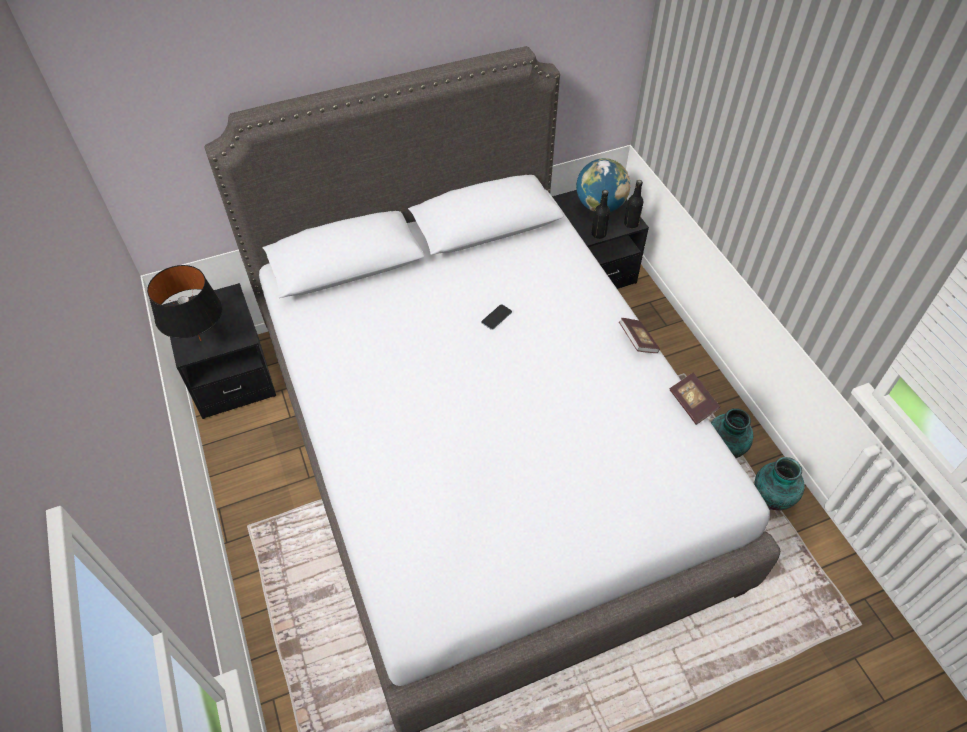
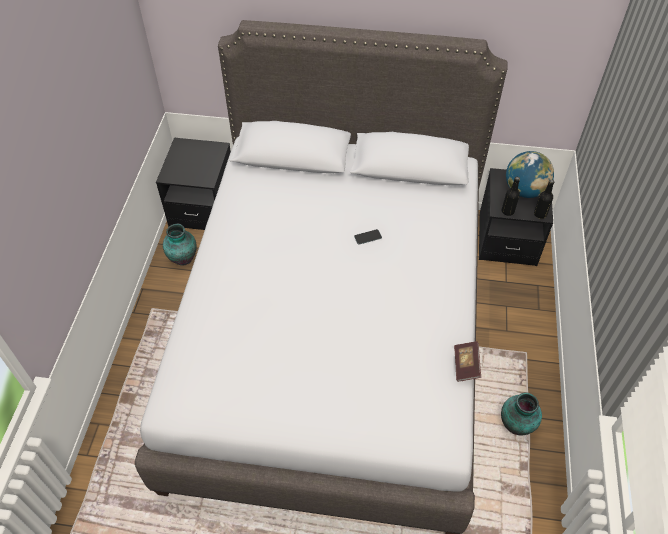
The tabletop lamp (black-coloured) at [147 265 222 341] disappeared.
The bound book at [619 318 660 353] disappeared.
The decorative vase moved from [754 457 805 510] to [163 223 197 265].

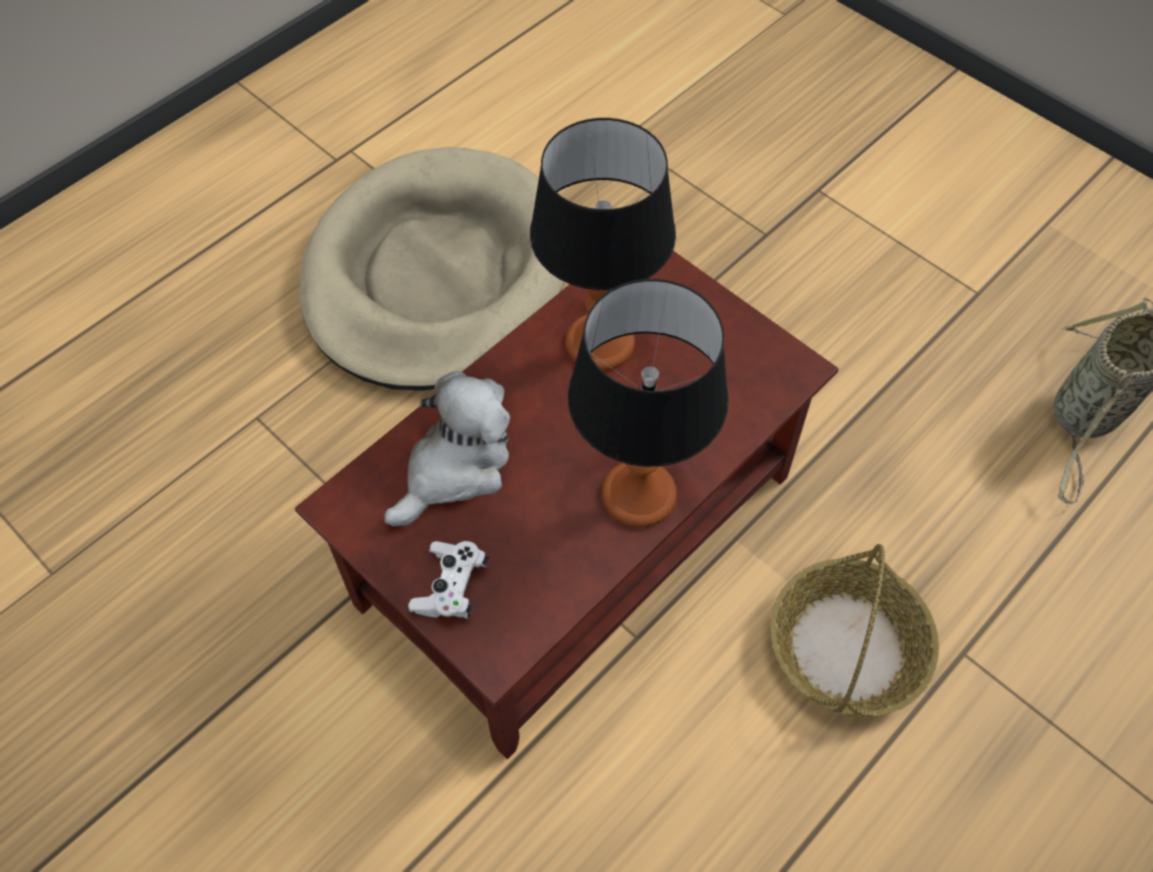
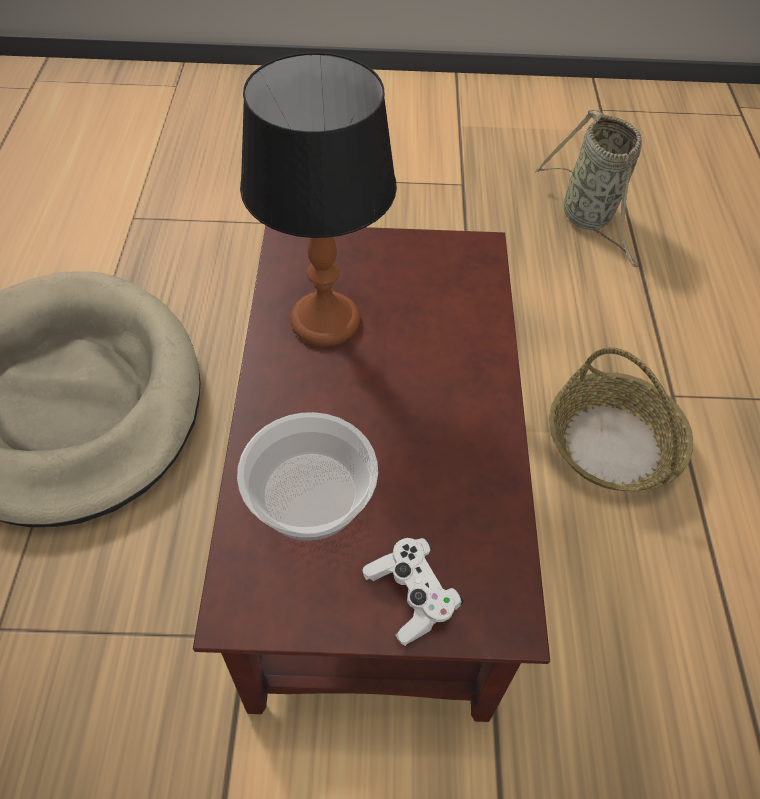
The soft toy at [384 371 510 526] was replaced by the deep dish at [237 412 378 541].
The tabletop lamp at [568 279 729 528] disappeared.

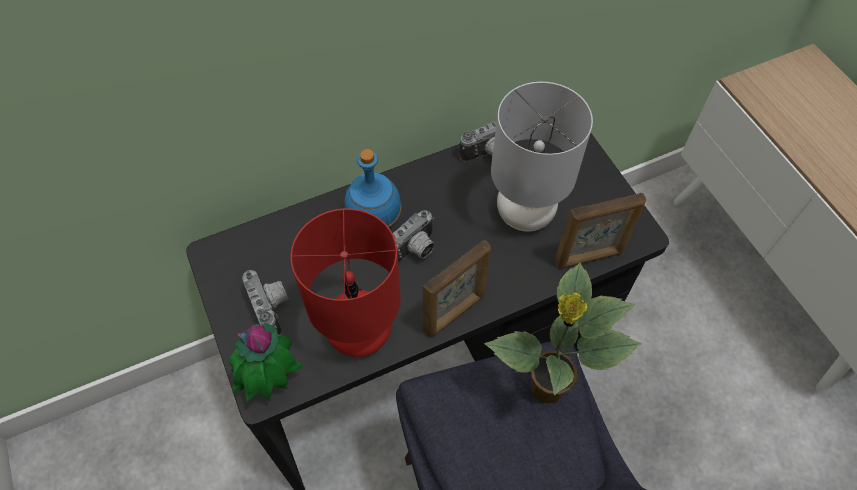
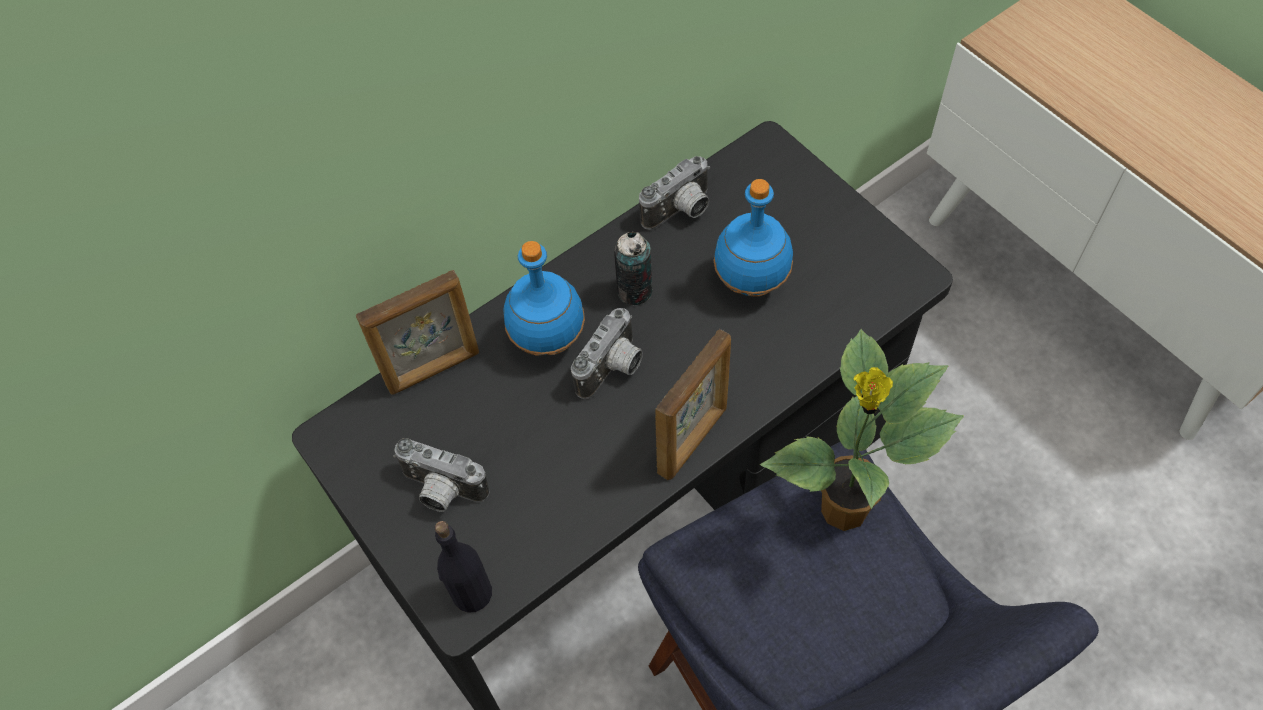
The houseplant at [229 323 303 403] was replaced by the drink bottle (black-coloured) at [435 521 492 613].
The photo camera at [242 270 289 335] turned 150 degrees clockwise.
The tabletop lamp (reddish) at [290 208 401 357] disappeared.
The tabletop lamp (grey) at [491 82 593 231] was replaced by the drink bottle (blue) at [713 179 793 297].
The photo frame moved from [554 193 646 269] to [356 270 479 395].
The sealed can at [614 231 653 305] appeared.

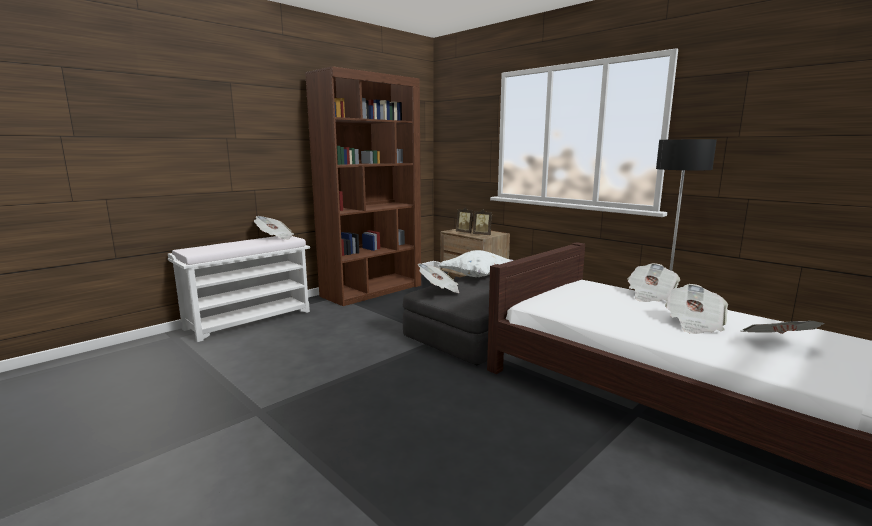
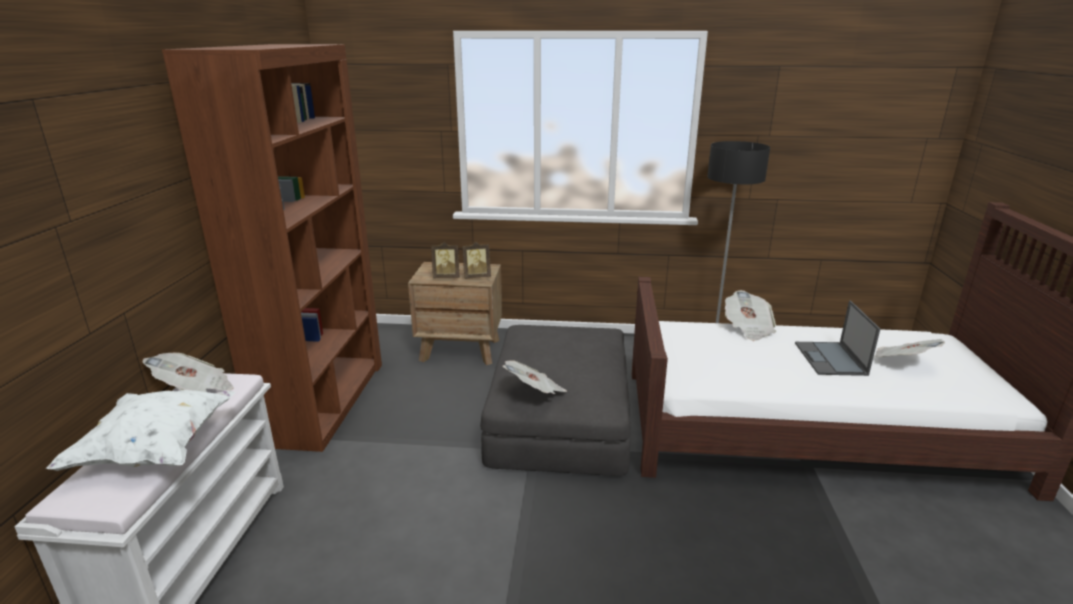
The throw pillow (white-coloured) moved from [438 250 513 277] to [46 390 235 471].
The newspaper at [665 284 728 334] was replaced by the notebook computer at [795 301 880 376].

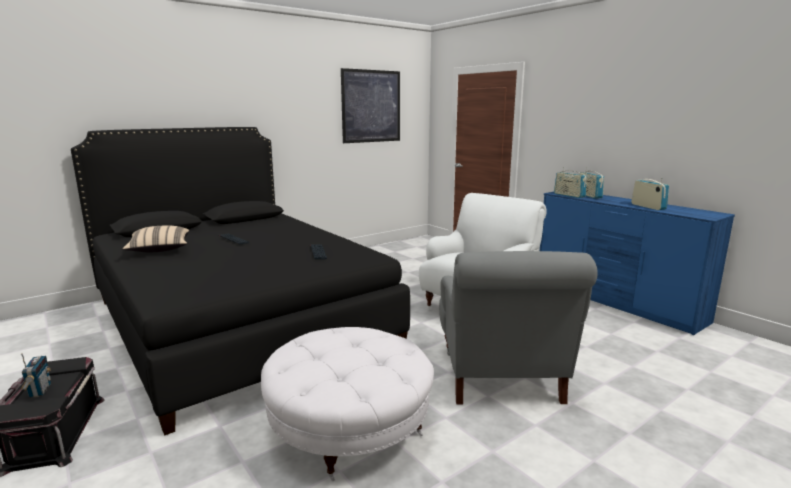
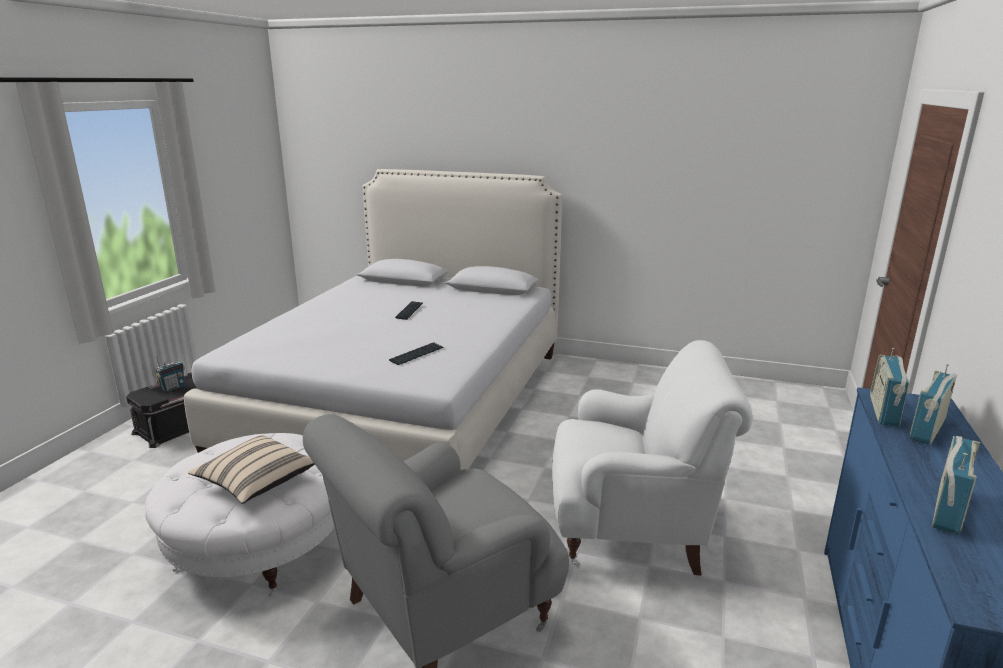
The bedroom bed (black-coloured) at [71 127 410 435] became the bedroom bed (white-coloured) at [184 169 562 470].
The throw pillow (beige-coloured) moved from [122 225 189 252] to [188 435 315 504].
The wall art at [341 68 400 143] disappeared.

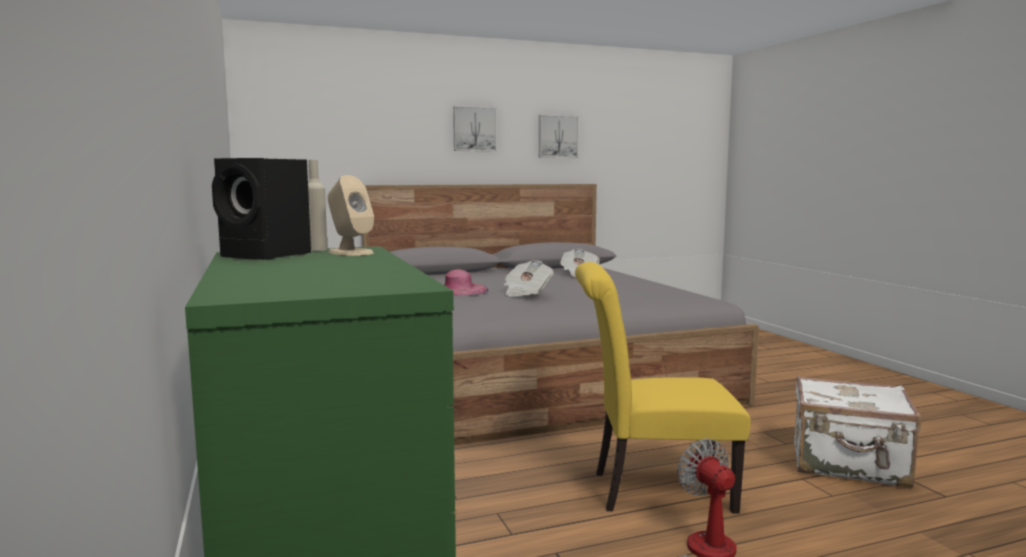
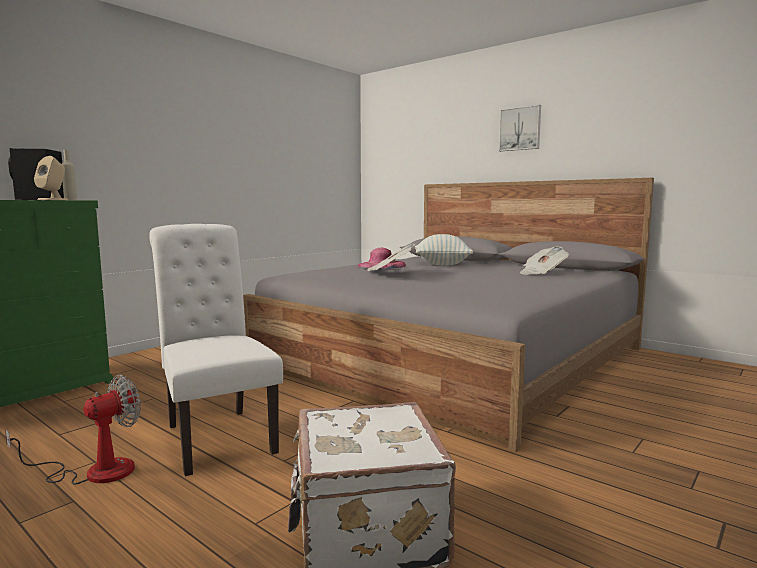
The wall art at [539 115 579 158] disappeared.
The plain chair (yellowish) at [575 262 751 513] became the plain chair (white-coloured) at [149 224 283 476].
The throw pillow at [415 234 473 266] appeared.

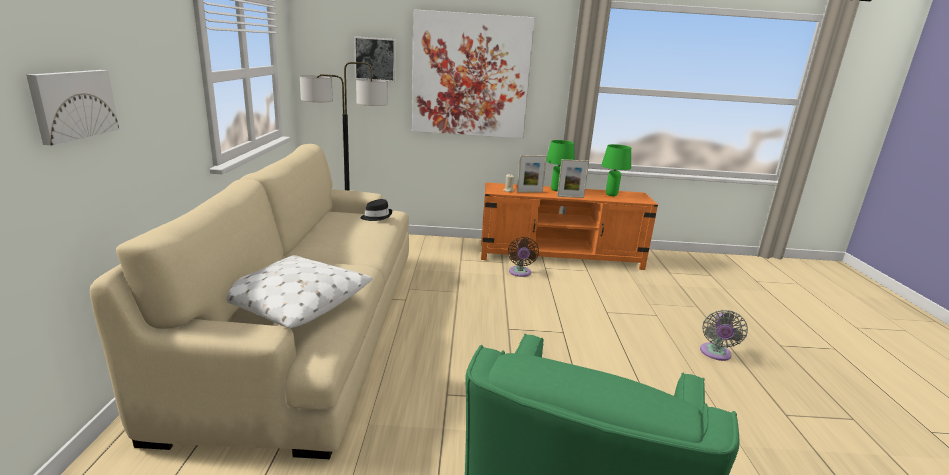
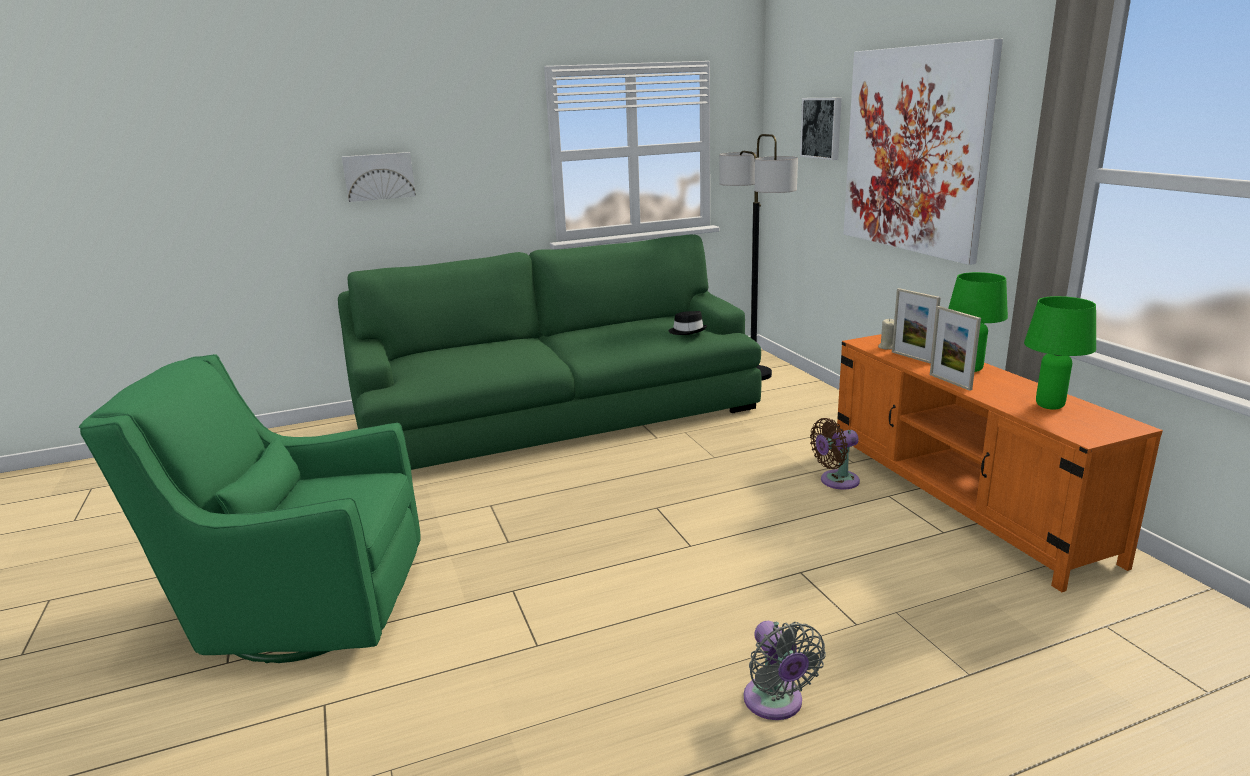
The sofa (beige-coloured) at [90 144 409 459] became the sofa (green-coloured) at [338 234 762 470].
The throw pillow (white-coloured) at [227 255 372 328] disappeared.
The cooling fan (grey) at [700 310 748 361] turned 105 degrees counterclockwise.

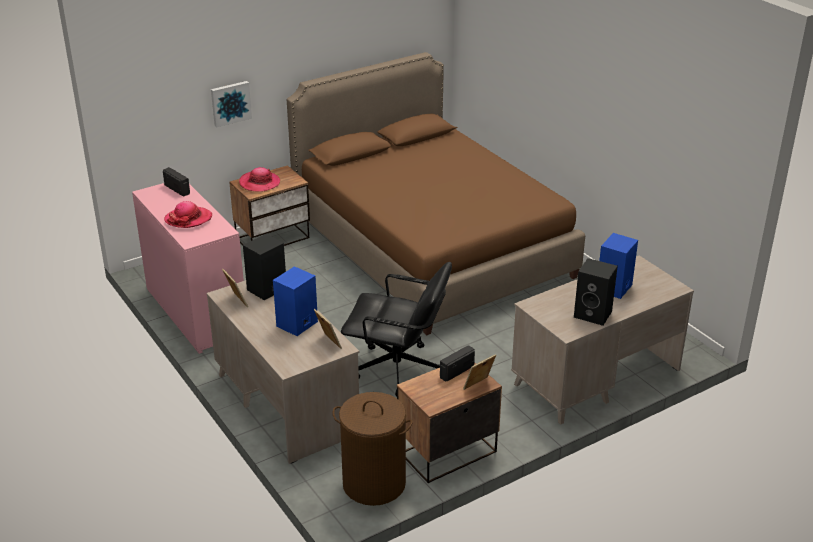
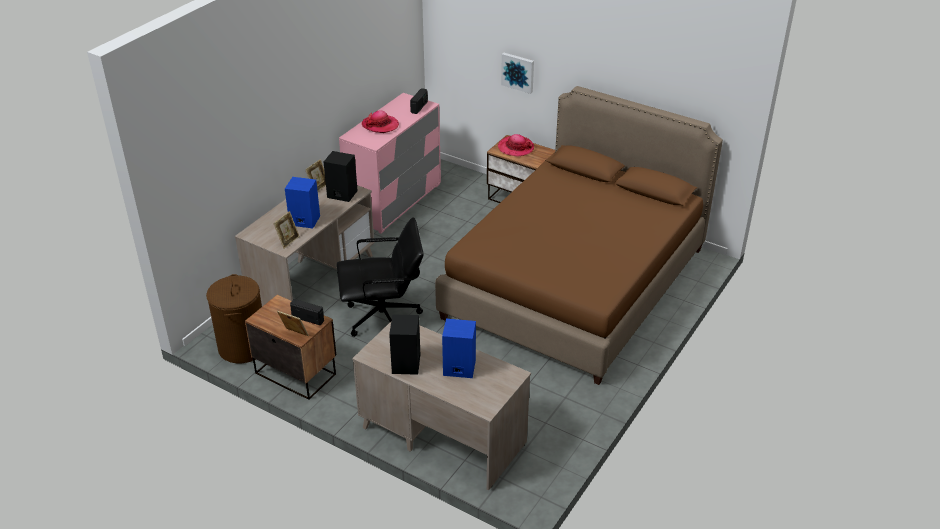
The desk chair (black-coloured) at [341 262 452 397] turned 90 degrees counterclockwise.

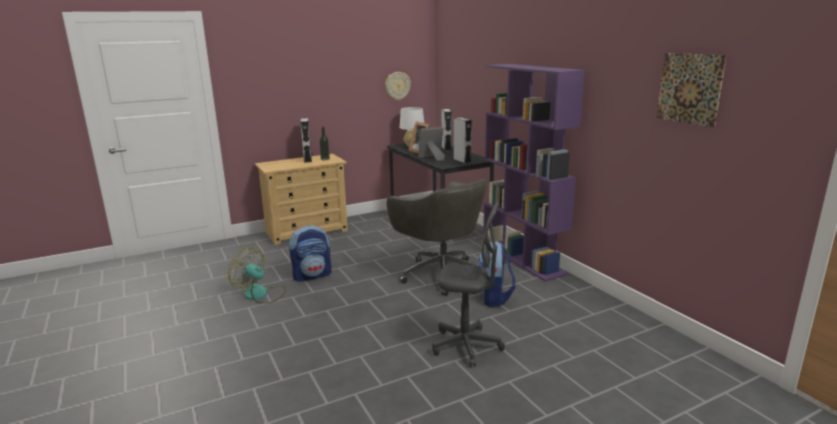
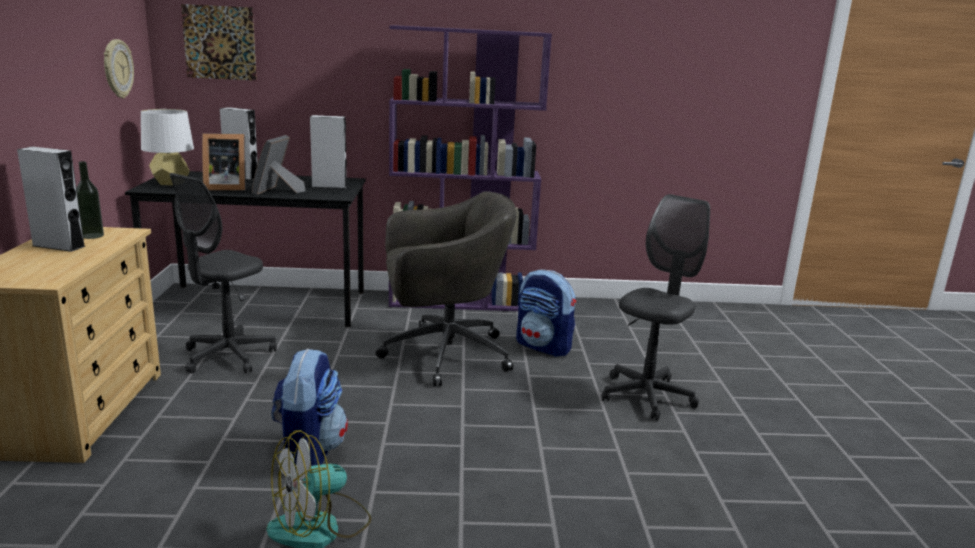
The wall art moved from [656 53 727 128] to [181 4 257 81].
The desk chair (grey) at [170 173 277 374] appeared.

